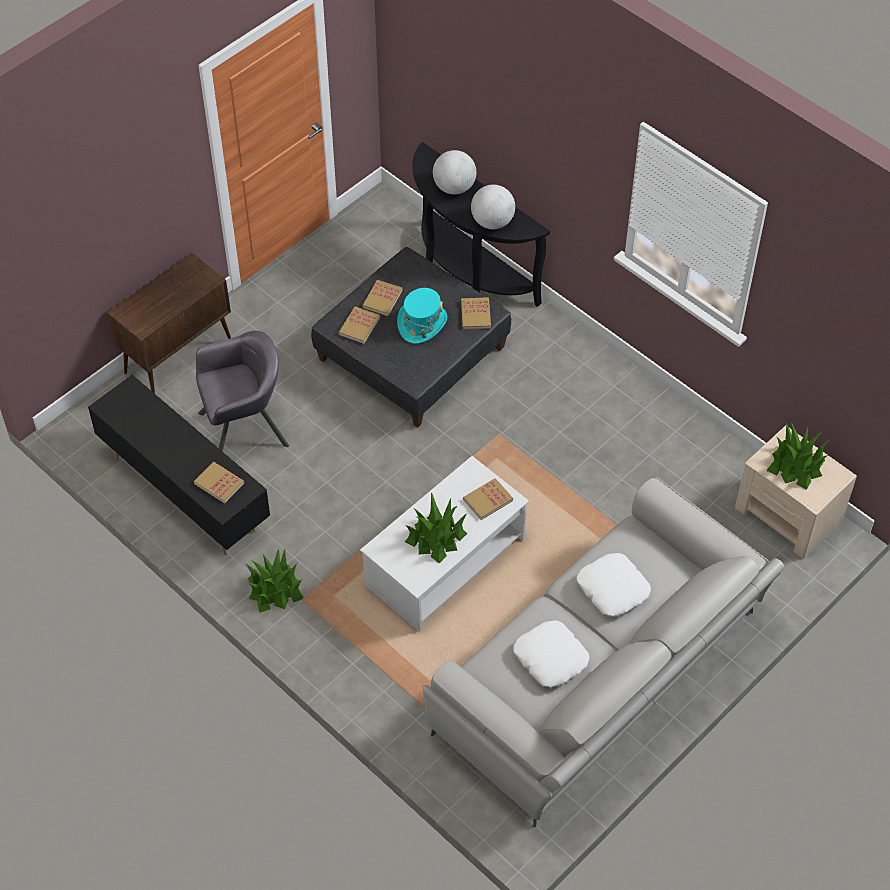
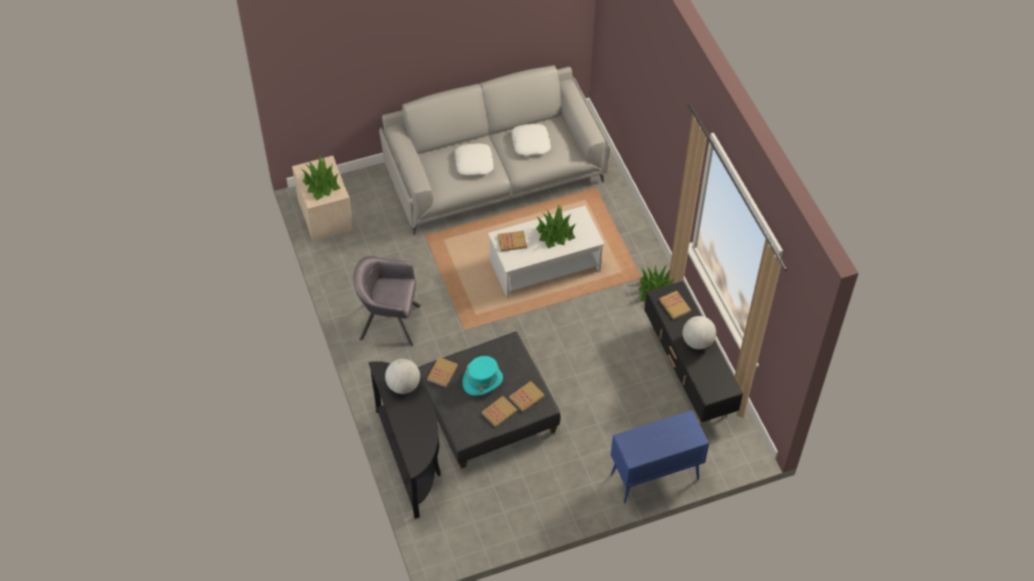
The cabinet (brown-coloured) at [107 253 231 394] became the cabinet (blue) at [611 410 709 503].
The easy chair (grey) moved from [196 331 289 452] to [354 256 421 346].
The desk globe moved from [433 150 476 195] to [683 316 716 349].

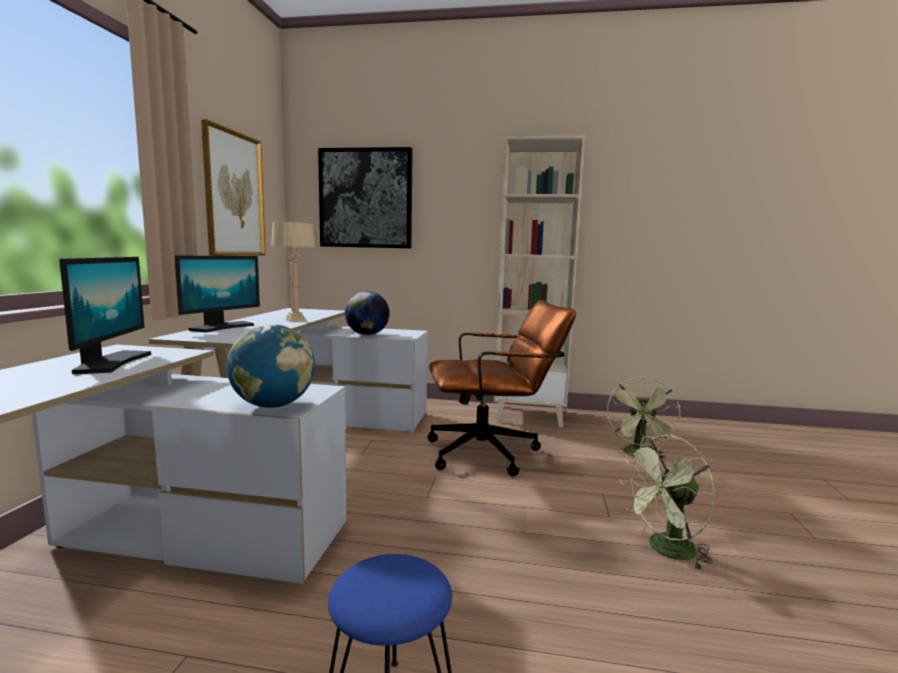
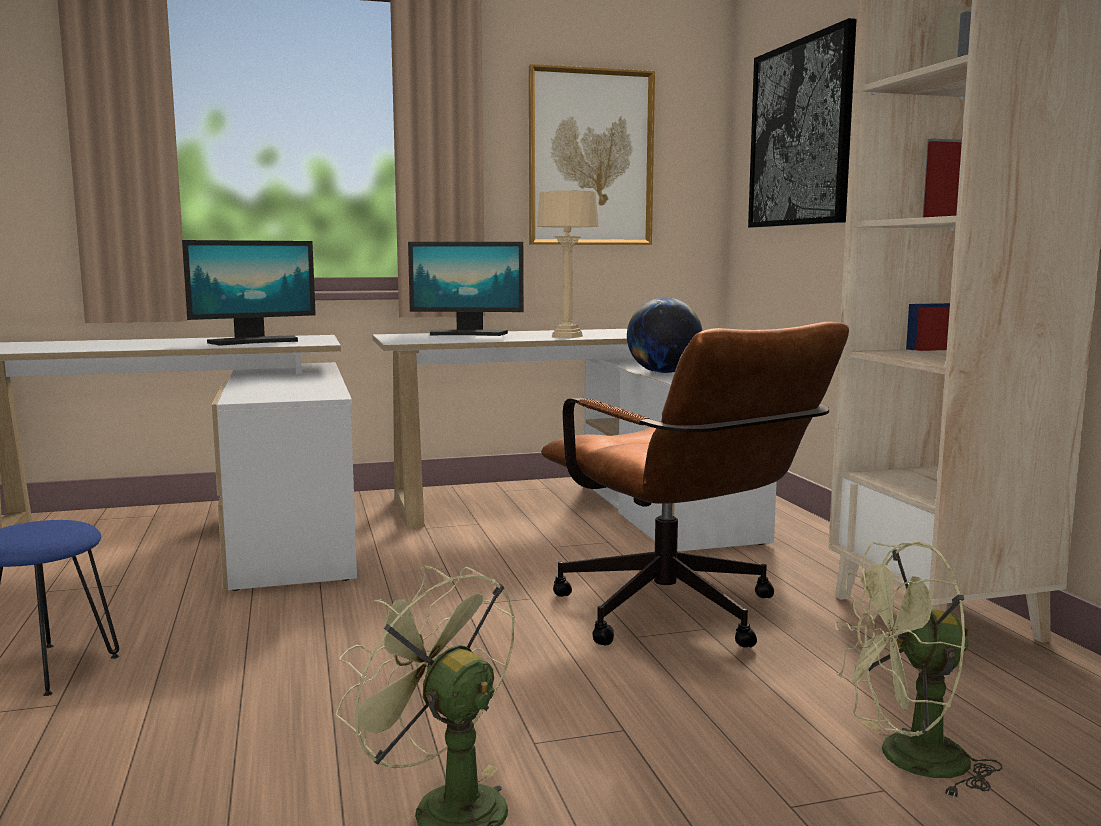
The desk globe at [227 324 315 408] disappeared.

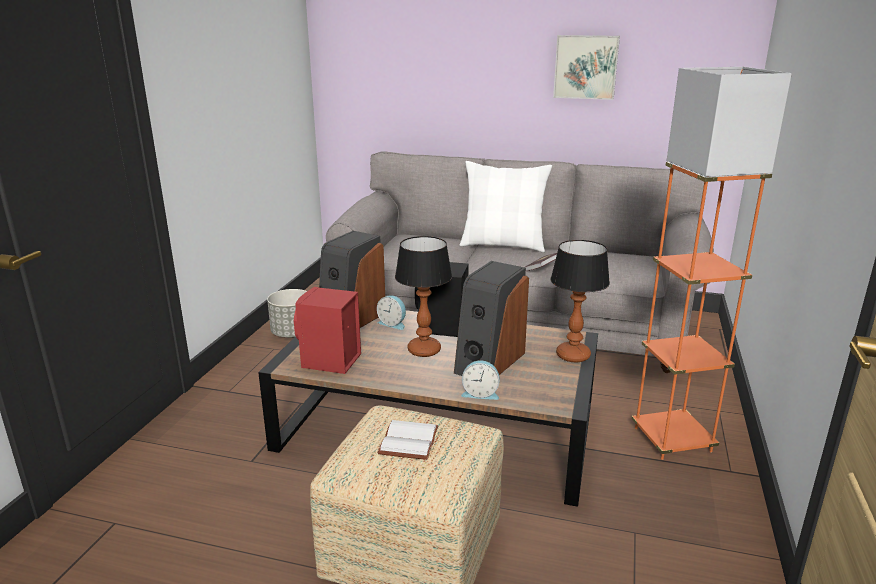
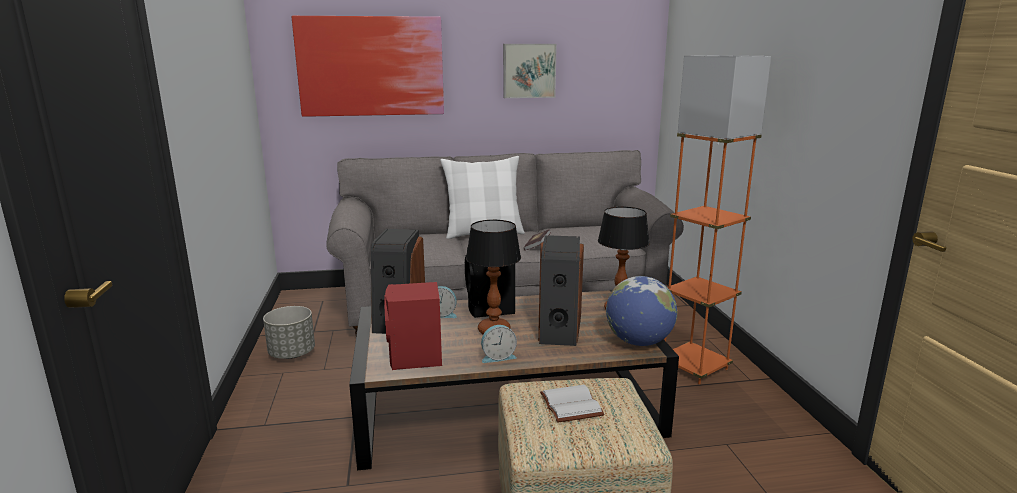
The table clock moved from [461 360 500 400] to [481 325 517 363].
The wall art at [292 16 444 117] appeared.
The desk globe at [606 276 677 346] appeared.

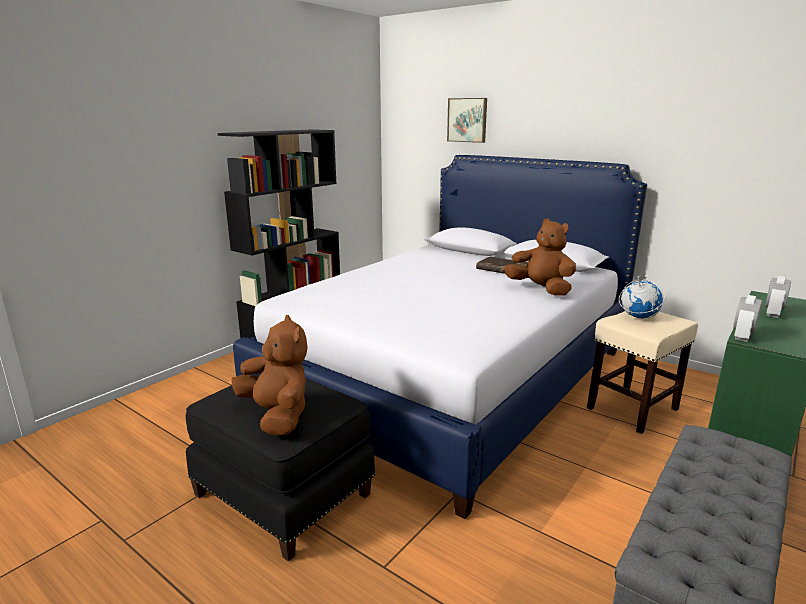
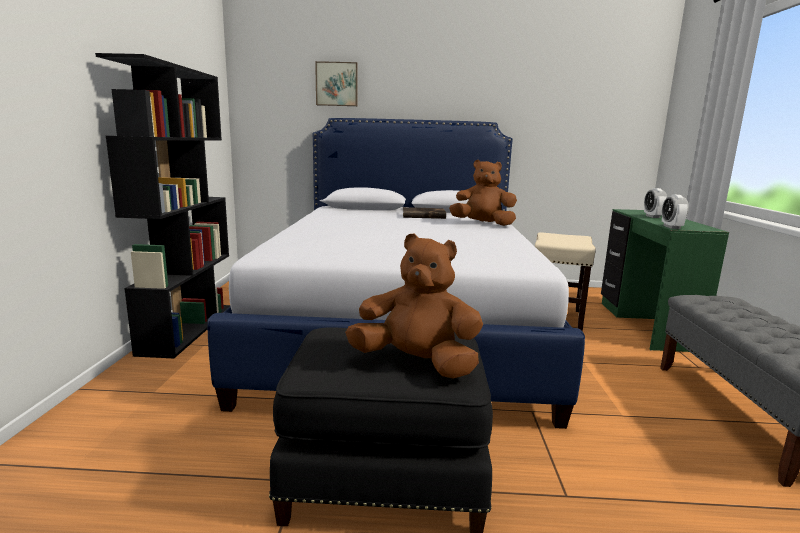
The desk globe at [619 273 665 318] disappeared.

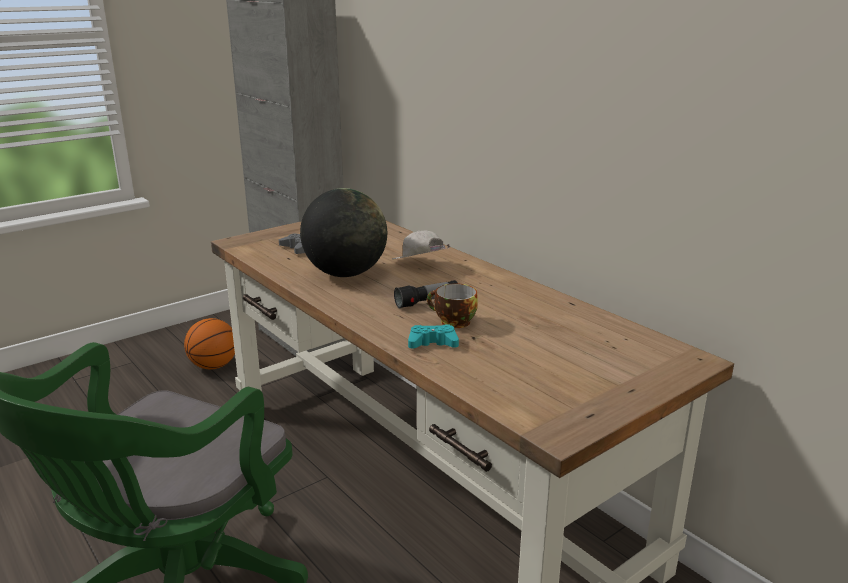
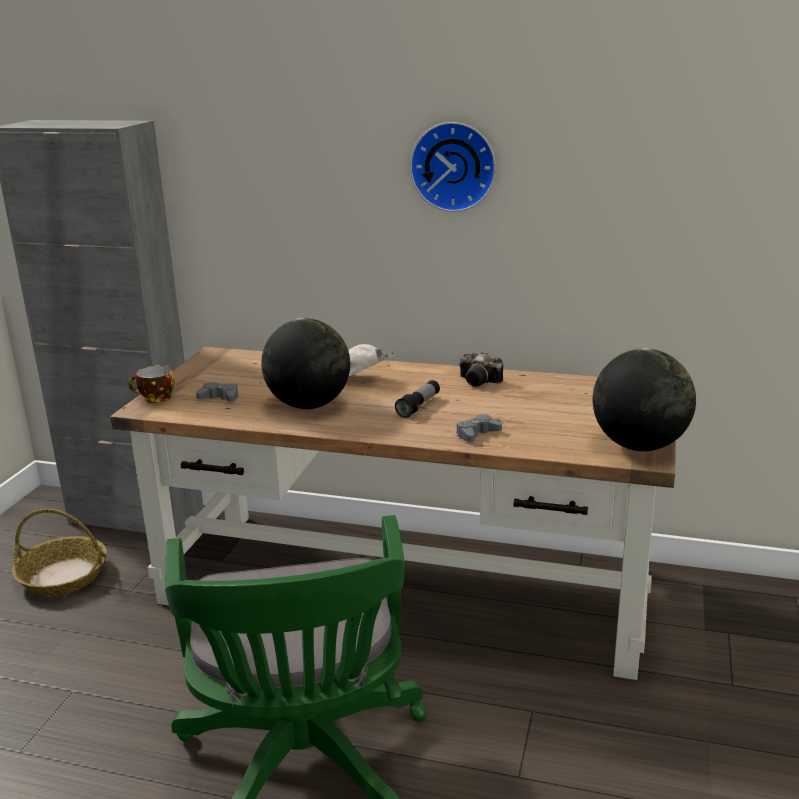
The basketball at [184 318 235 369] was replaced by the basket at [12 509 107 596].
The gamepad (turquoise-coloured) at [408 325 459 348] became the gamepad (grey) at [457 414 502 442].
The small cup moved from [427 283 478 328] to [128 365 175 403].
The hanging clock at [410 122 496 212] appeared.
The photo camera at [459 352 503 387] appeared.
The desk globe at [593 348 696 451] appeared.

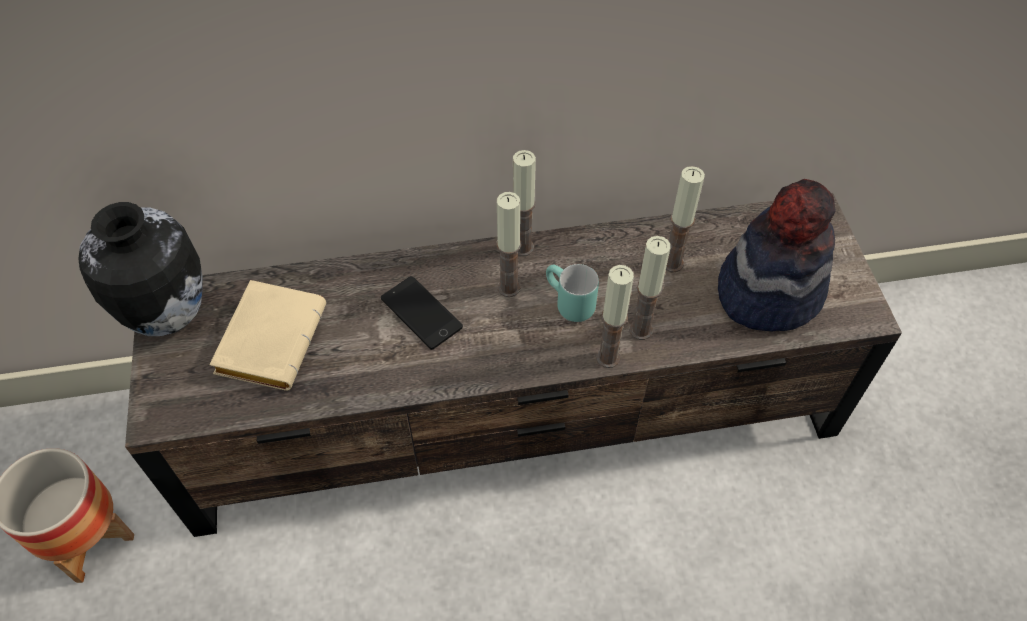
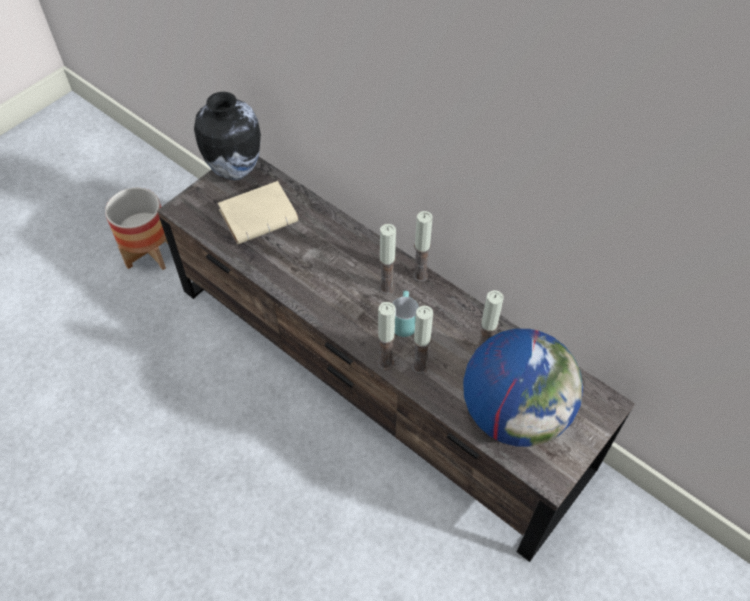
The phone at [381 276 463 350] disappeared.
The wearable hat at [718 179 836 332] was replaced by the desk globe at [463 329 583 447].

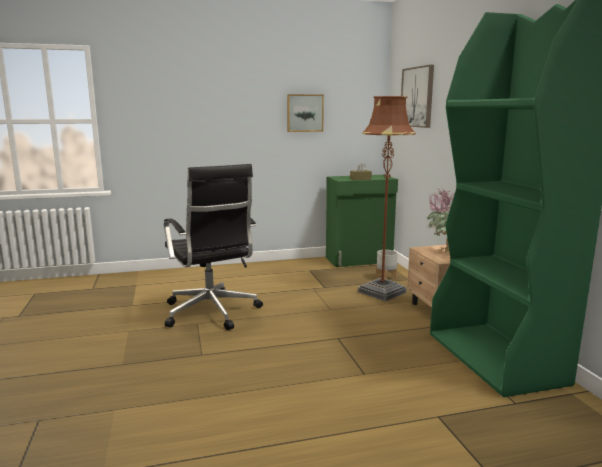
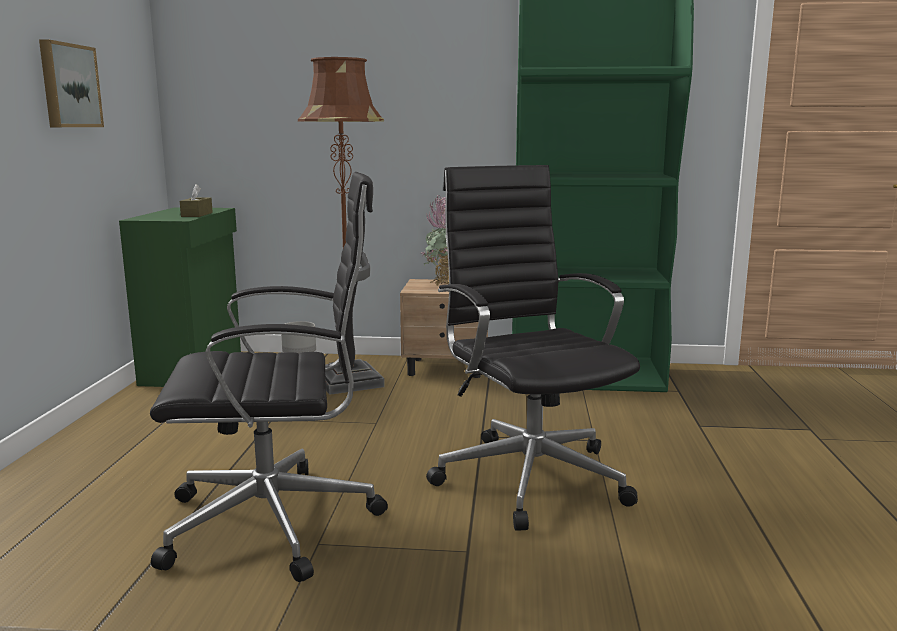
The wall art at [401 65 434 128] disappeared.
The desk chair (black-coloured) at [426 165 640 531] appeared.

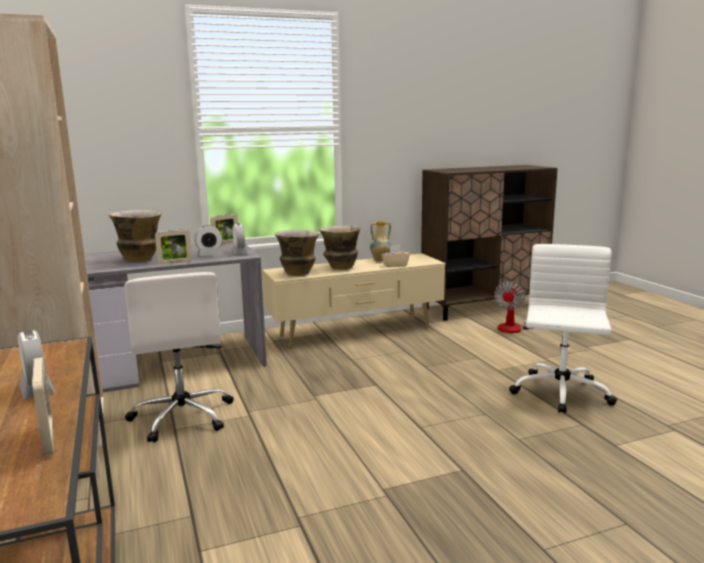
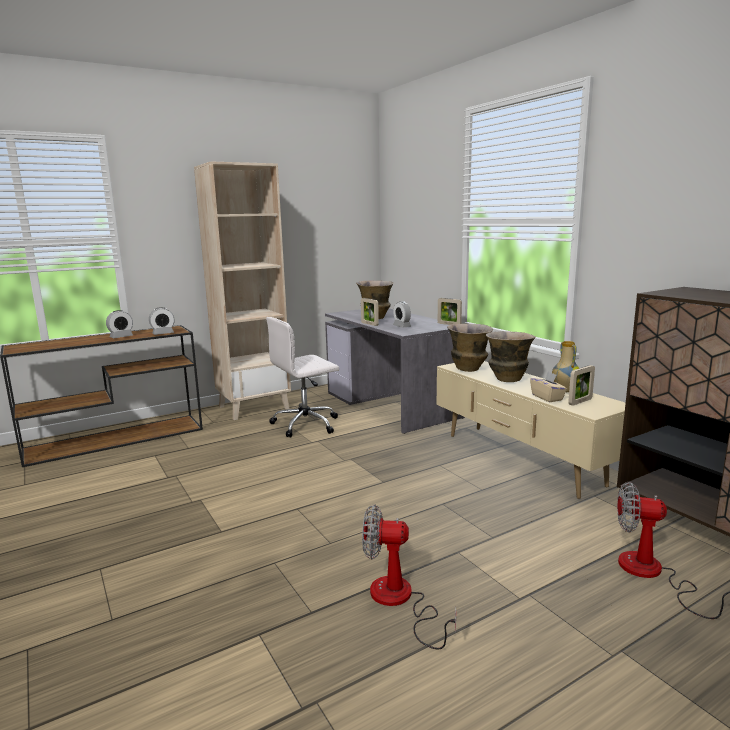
The photo frame moved from [32 357 54 457] to [568 365 595 406].
The table clock moved from [232 223 248 254] to [149 307 175 335].
The desk chair (white-coloured) at [509 244 617 413] was replaced by the cooling fan at [362 504 456 650].

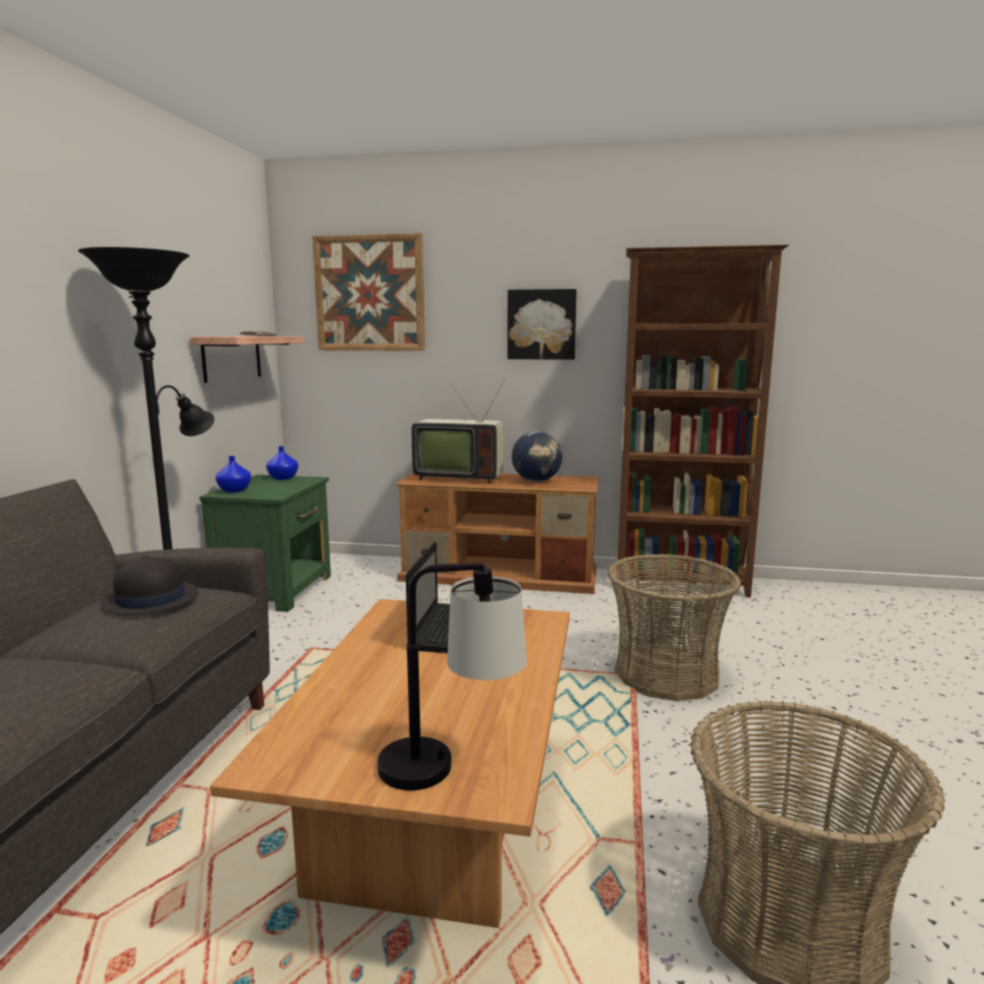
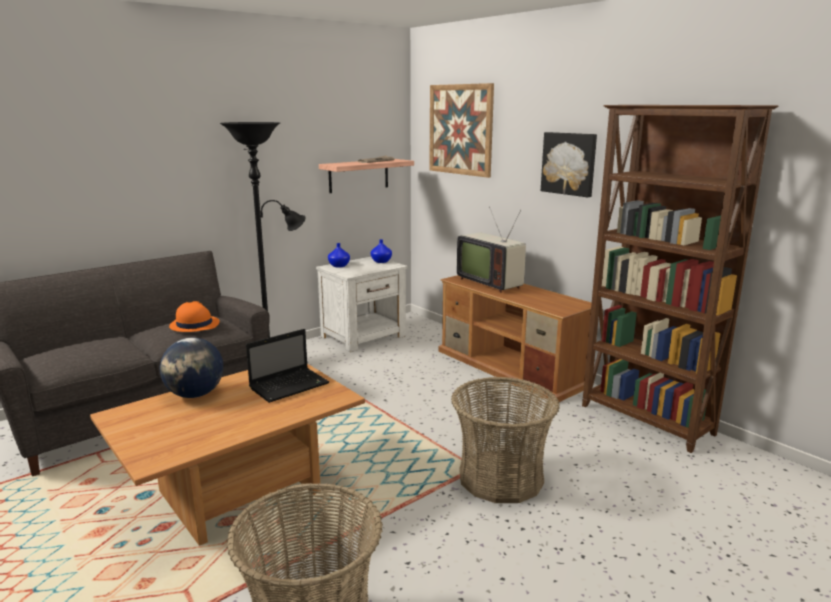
The wearable hat (black-coloured) at [100 556 199 615] became the wearable hat (orange-coloured) at [169 301 220 332].
The bedside table (green-coloured) at [199 475 331 612] became the bedside table (white-coloured) at [316 257 408 353].
The tabletop lamp at [377 563 527 791] disappeared.
The desk globe moved from [512 431 562 482] to [160 338 223 398].

